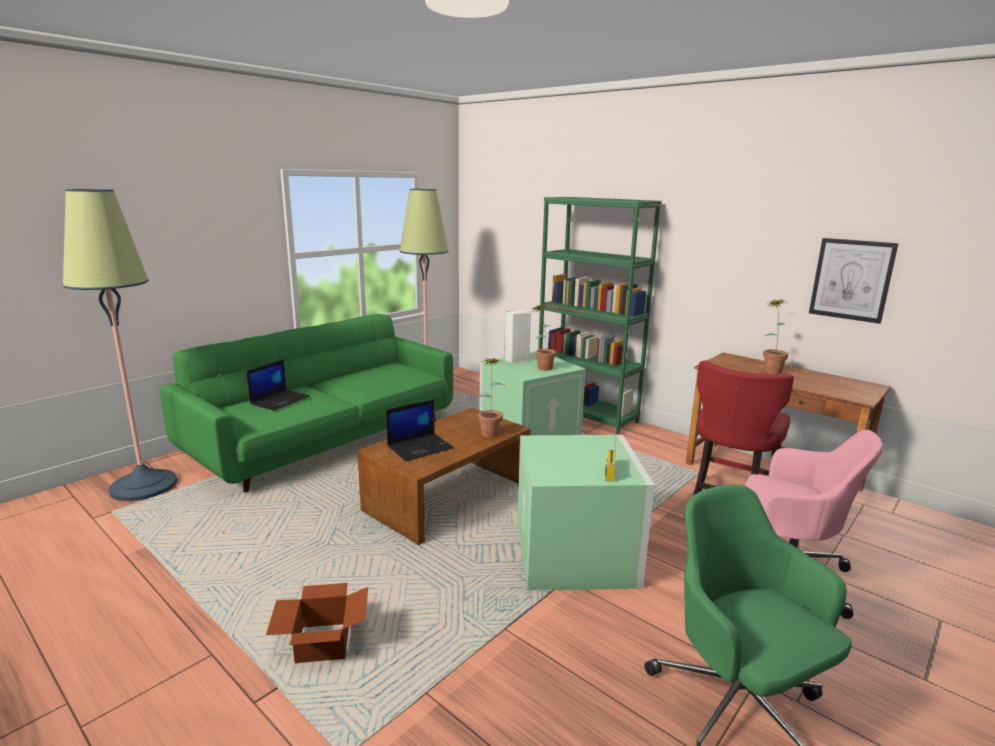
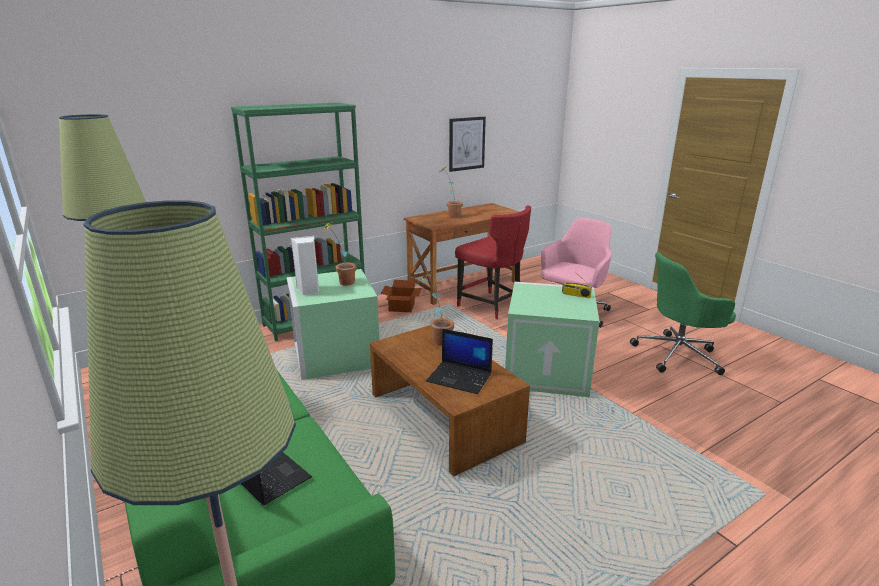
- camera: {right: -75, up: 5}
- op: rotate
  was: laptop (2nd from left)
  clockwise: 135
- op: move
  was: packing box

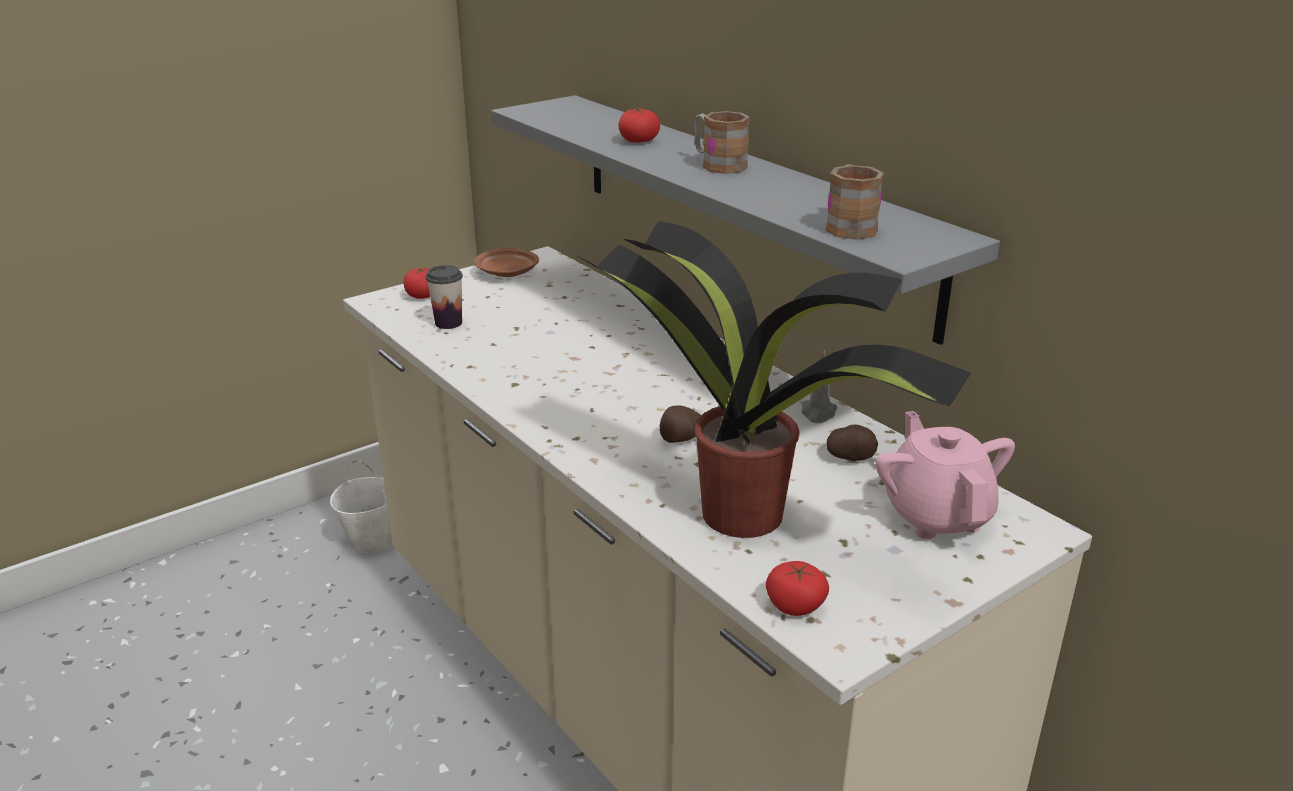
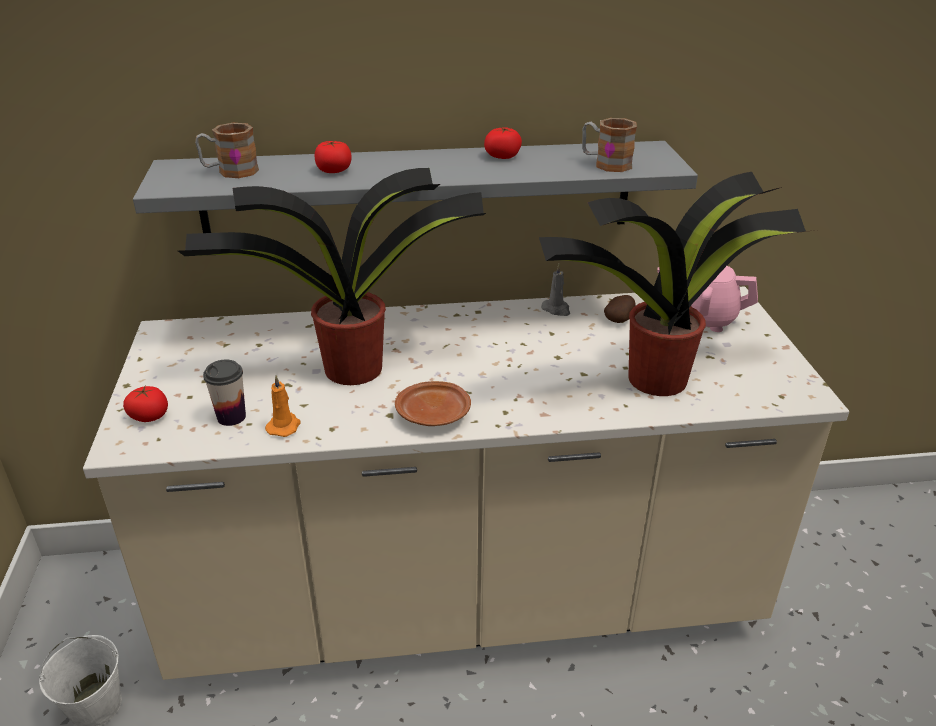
- camera: {right: -60, up: 5}
- op: move
  was: tea mug (1st from left)
- op: move
  was: brownish flat dish
- op: delete
  was: potato (1st from left)
- op: move
  was: tomato (3rd from left)
- op: insert
  now: houseplant (1st from left)
- op: insert
  now: orangey candle

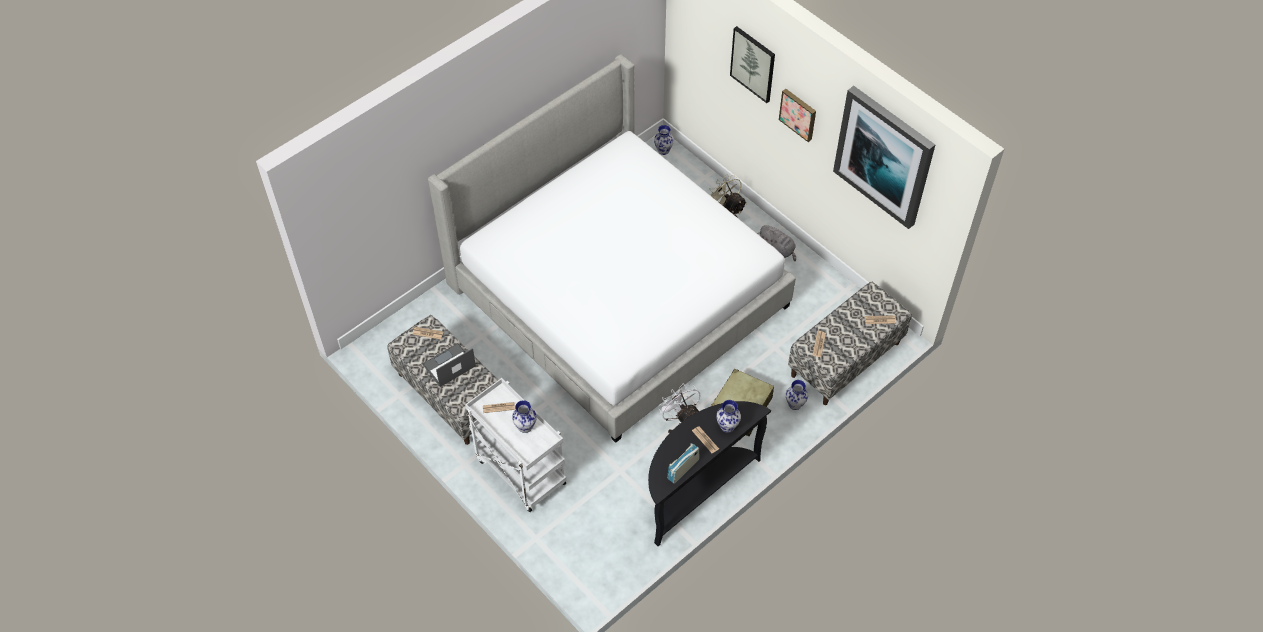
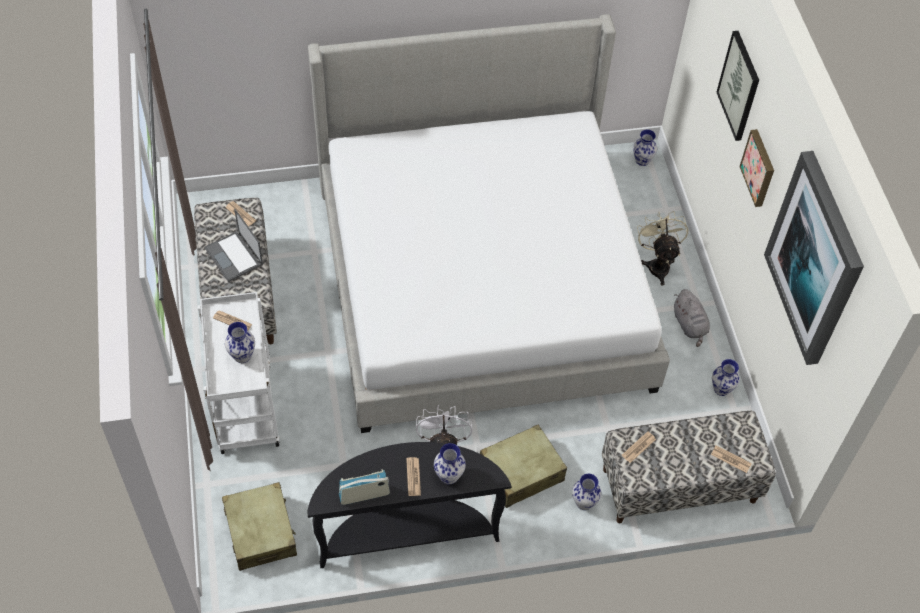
- camera: {right: 30, up: 0}
- op: rotate
  was: laptop
  clockwise: -120
- op: insert
  now: decorative vase (5th from left)
- op: insert
  now: beige-coloured travel case (1st from left)

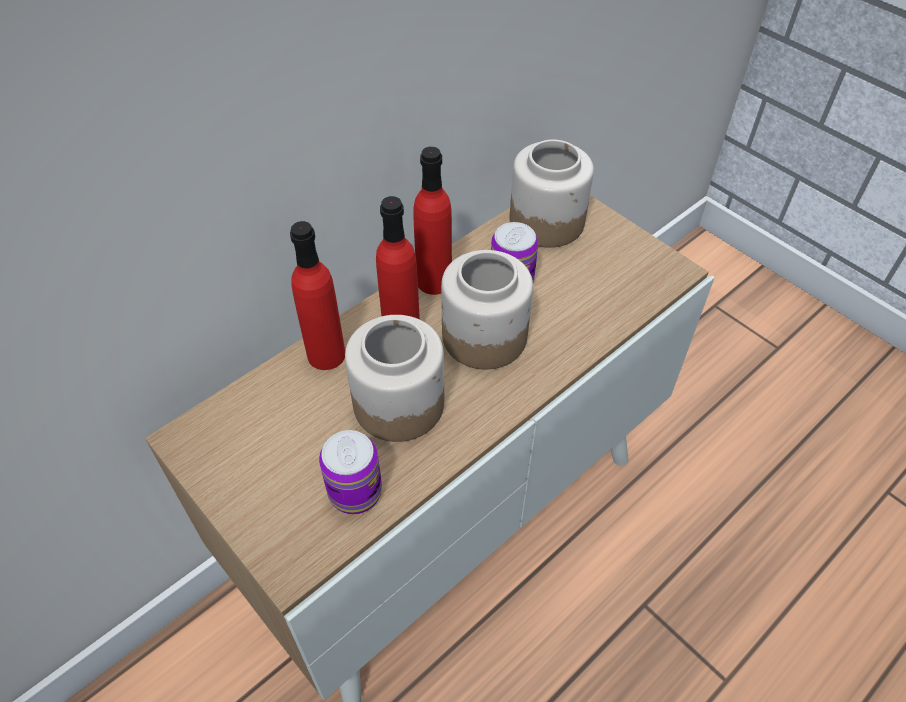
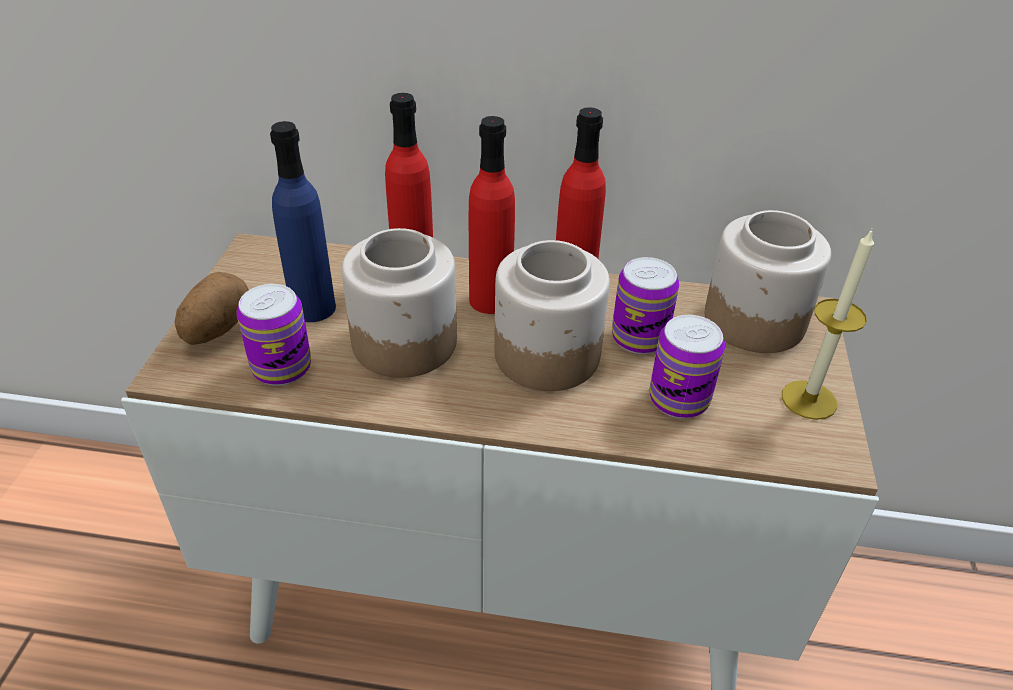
- camera: {right: 50, up: -10}
- op: insert
  now: bluish bottle
- op: insert
  now: candle
- op: insert
  now: potato
- op: insert
  now: metal can (3rd from left)

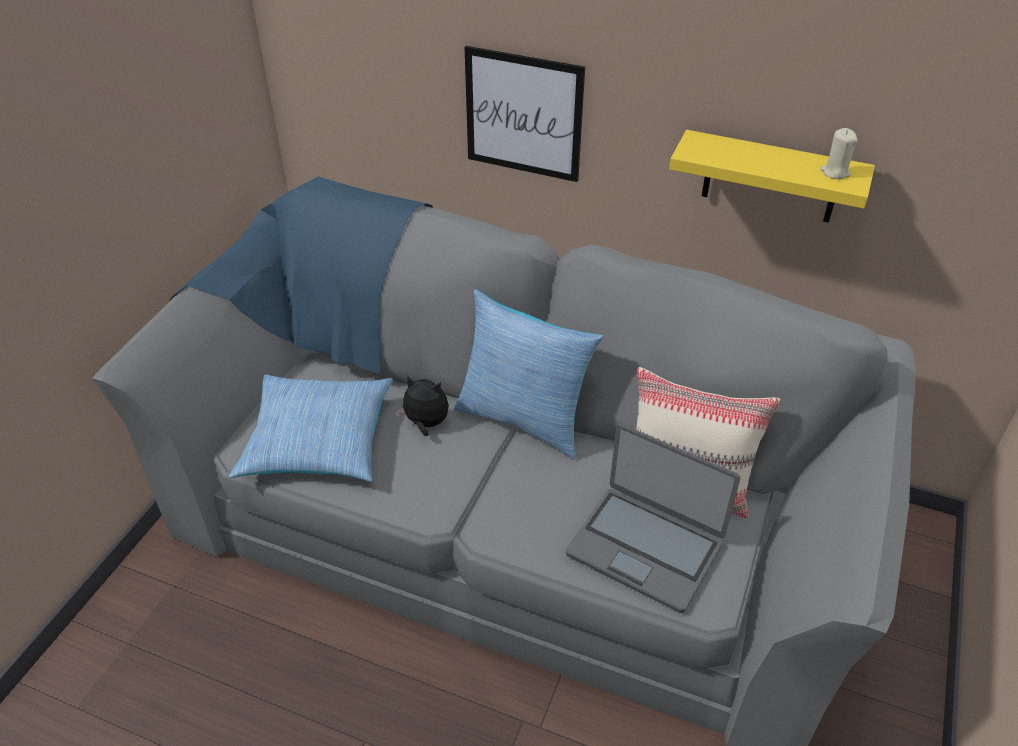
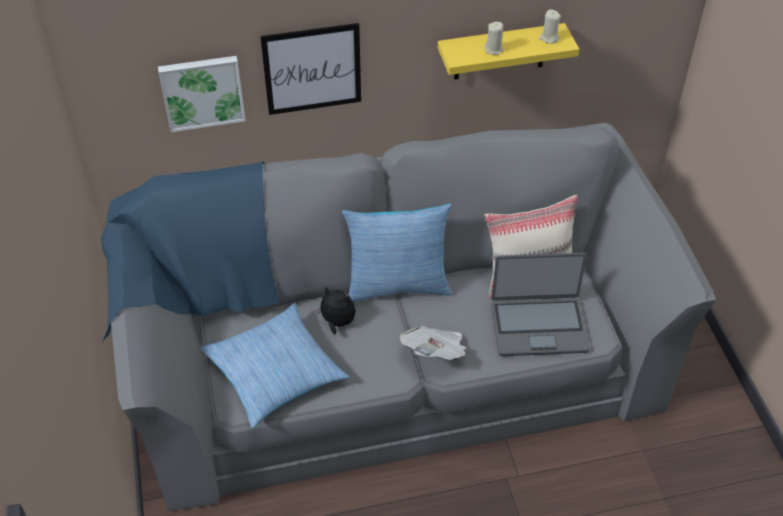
- camera: {right: -35, up: 5}
- op: rotate
  was: soft toy
  clockwise: 45
- op: insert
  now: beige-coloured candle (1st from left)
- op: insert
  now: wall picture (1st from left)
- op: insert
  now: daily paper

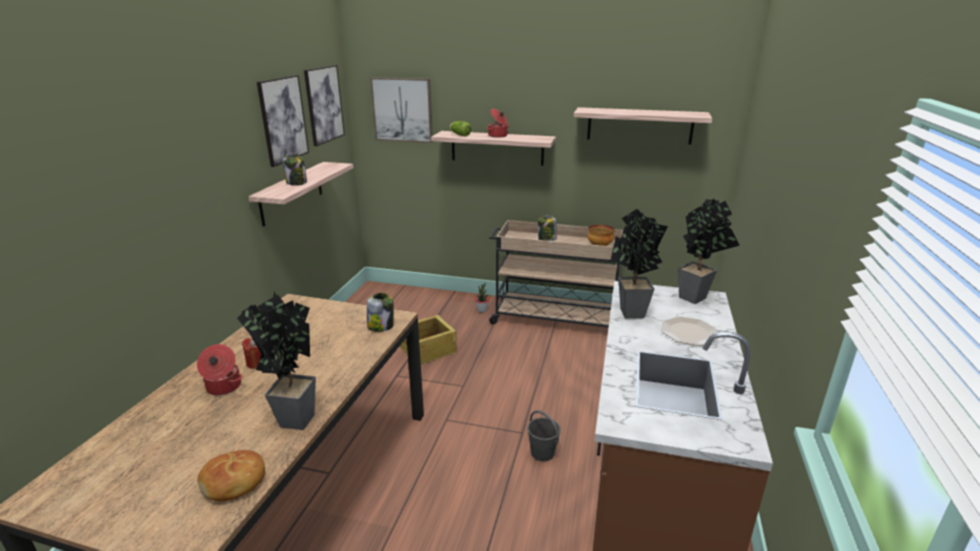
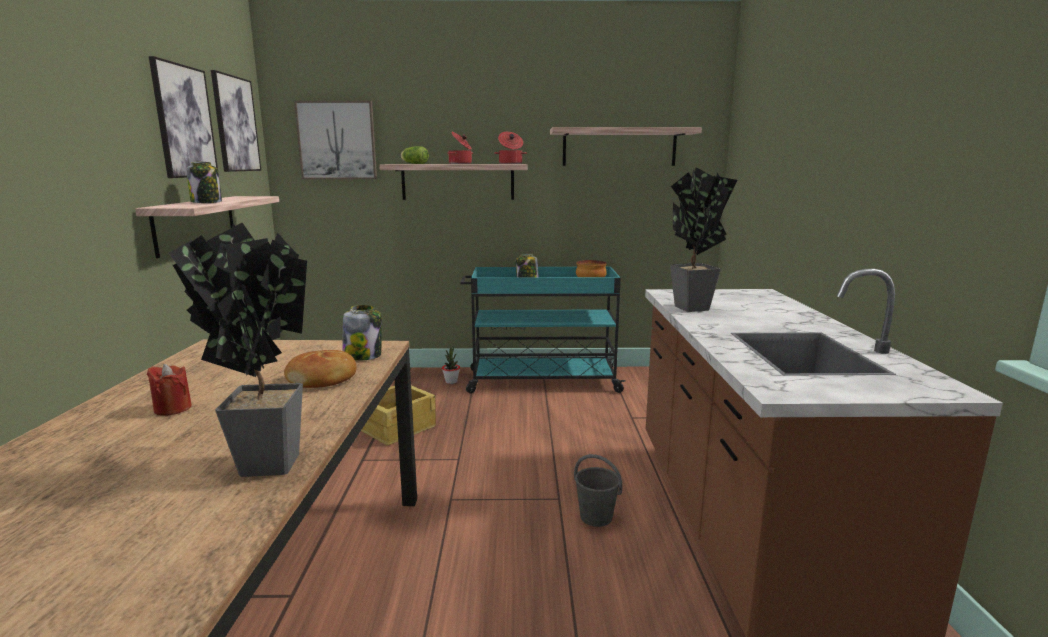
- camera: {right: -15, up: -10}
- op: delete
  was: houseplant (4th from left)
- op: recolor
  was: beige-coloured wheeled cart
  now: turquoise-coloured wheeled cart
- op: delete
  was: flat dish
- op: move
  was: cooking pot (1st from left in the first image)
  now: cooking pot (2nd from left)
- op: move
  was: bread

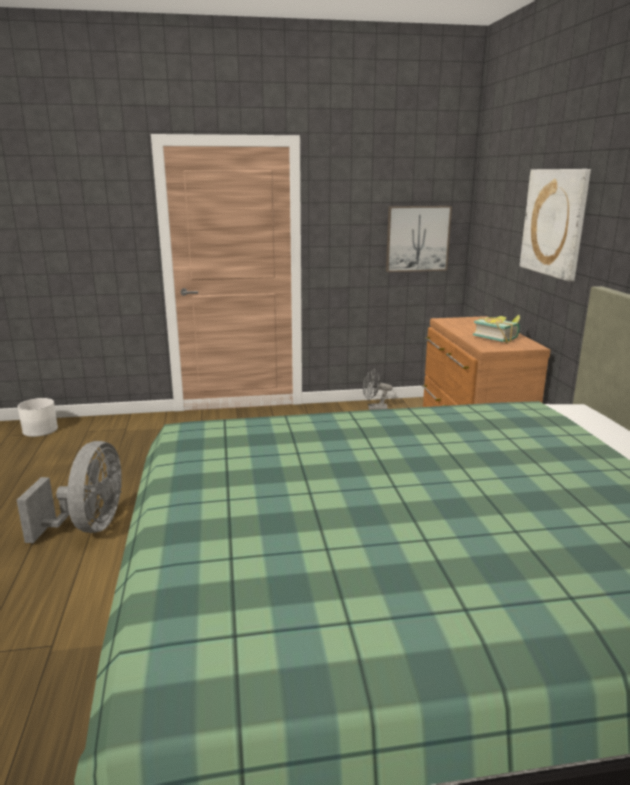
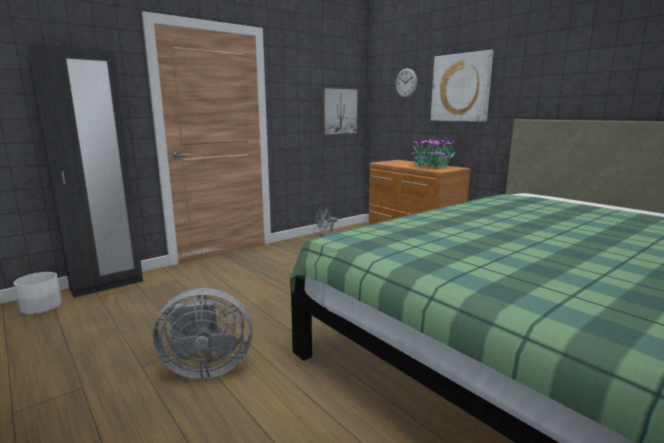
- camera: {right: -30, up: -5}
- op: replace
  was: volume
  now: houseplant
- op: rotate
  was: gray cooling fan (1st from left)
  clockwise: 105
- op: insert
  now: black-coloured armoire
- op: insert
  now: clock on the wall

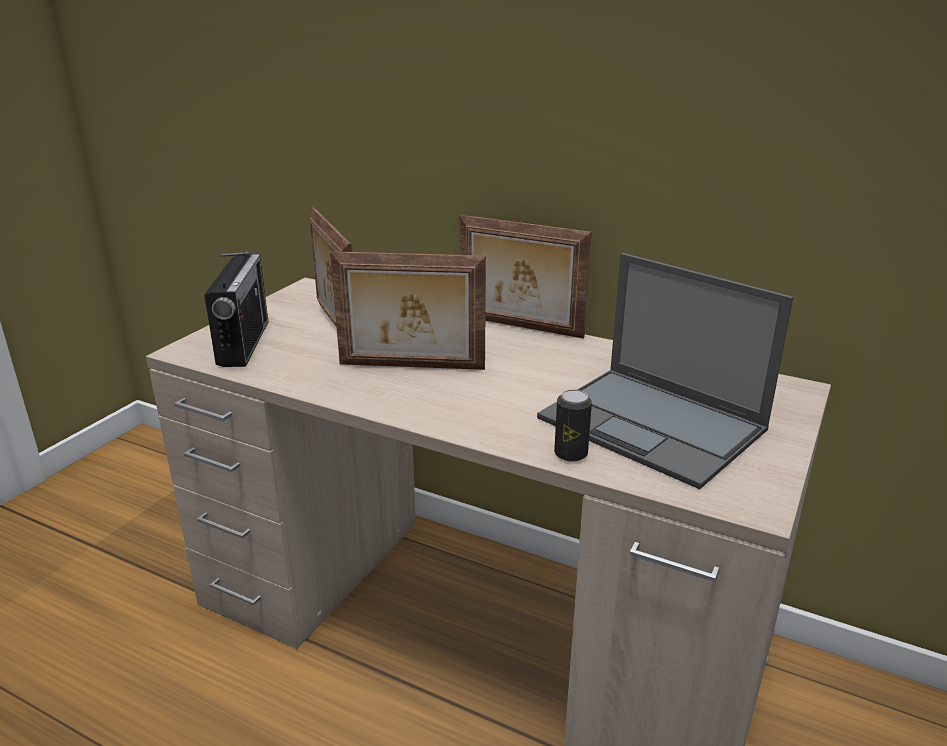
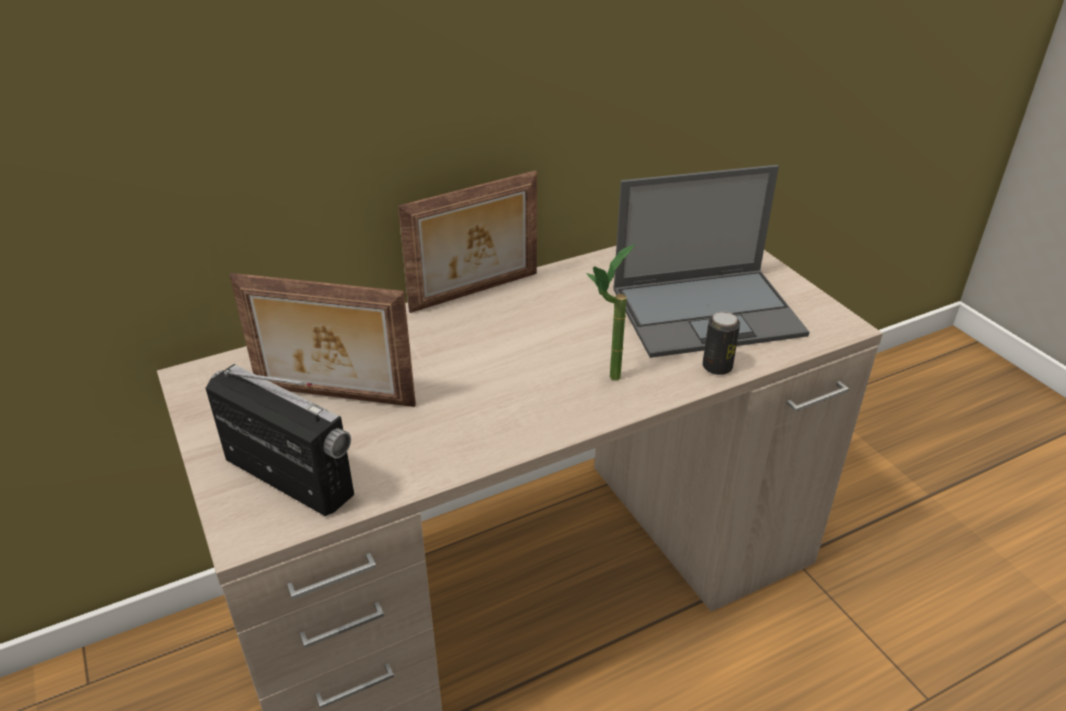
- camera: {right: -55, up: 10}
- op: delete
  was: picture frame (2nd from left)
- op: insert
  now: houseplant

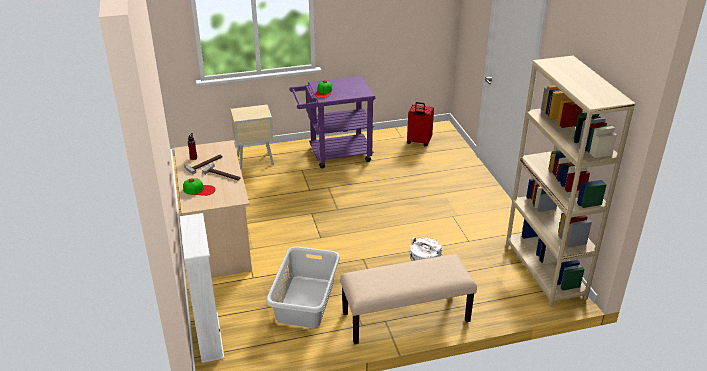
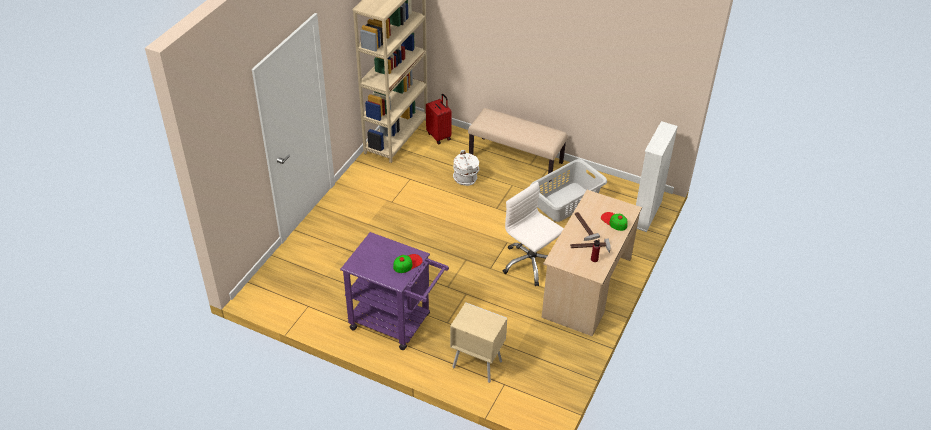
- camera: {right: -140, up: 10}
- op: move
  was: red travel case
- op: insert
  now: white desk chair

